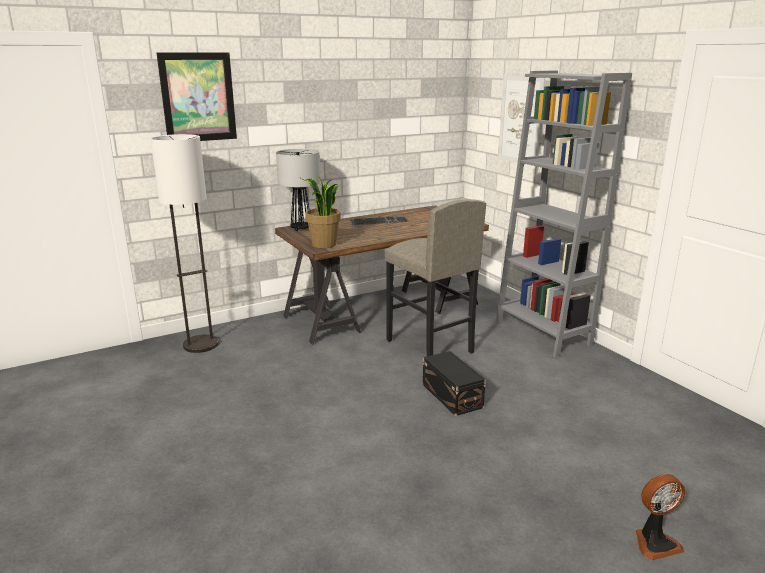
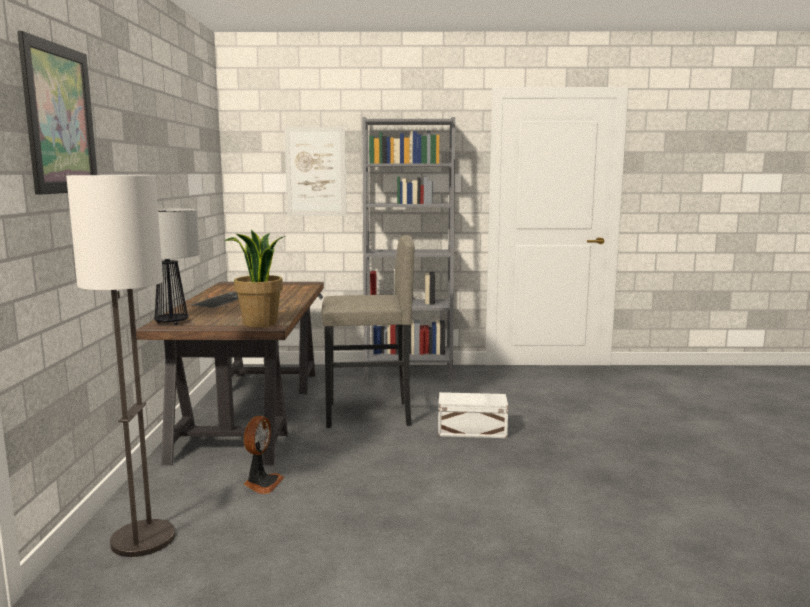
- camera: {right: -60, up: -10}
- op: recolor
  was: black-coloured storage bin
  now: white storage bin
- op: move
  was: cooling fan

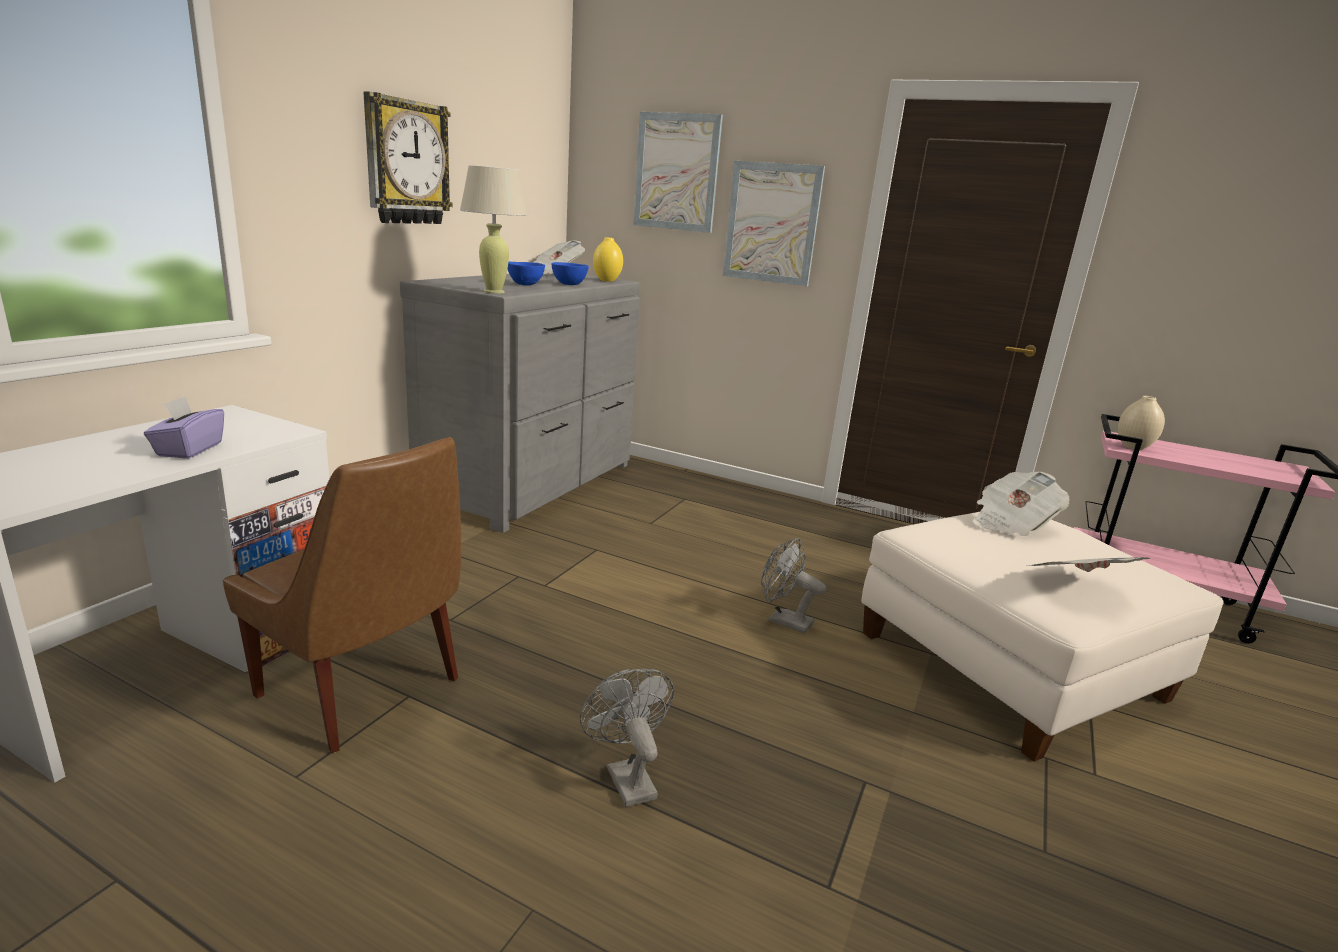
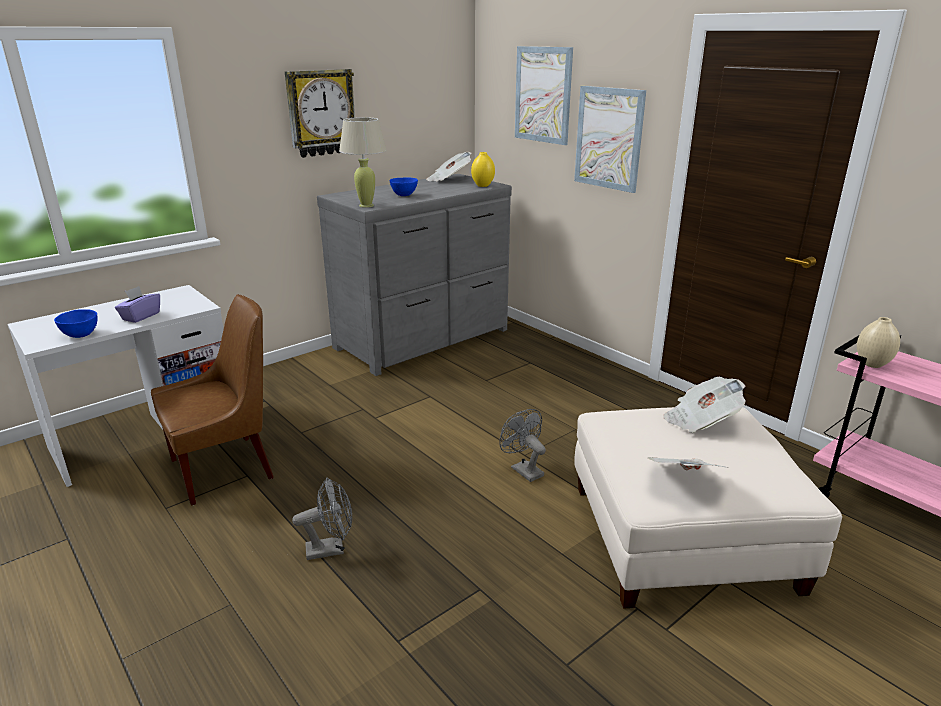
- camera: {right: 25, up: 5}
- op: move
  was: bluish serving bowl (2nd from left in the first image)
  now: bluish serving bowl (1st from left)
- op: rotate
  was: brownish upright chair
  clockwise: -90
- op: rotate
  was: gray cooling fan (1st from left)
  clockwise: 75

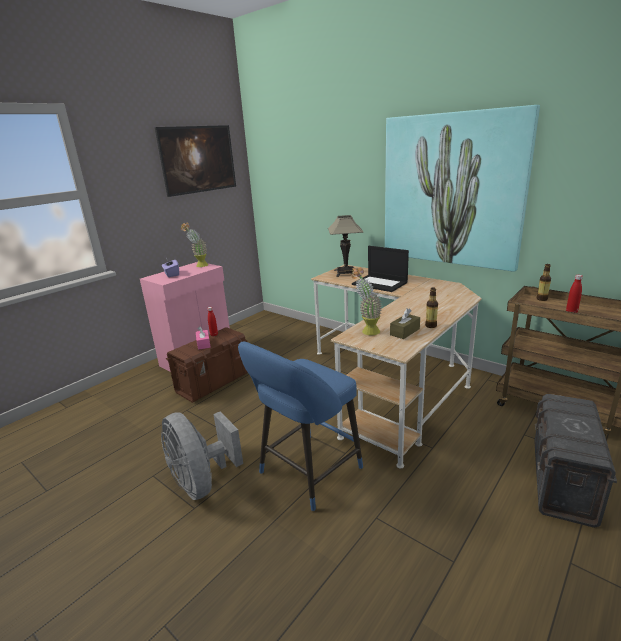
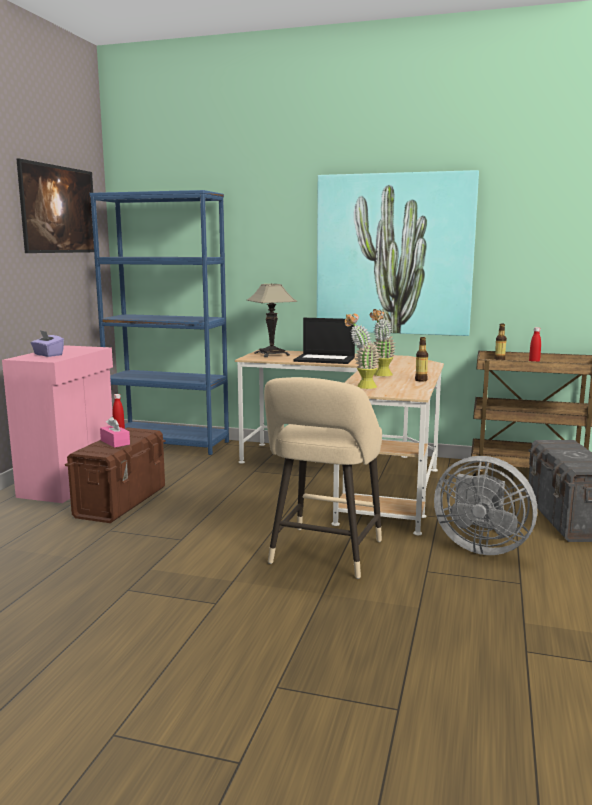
- camera: {right: -25, up: -10}
- op: move
  was: houseplant (1st from left in the first image)
  now: houseplant (2nd from left)
- op: delete
  was: brownish tissue holder
- op: recolor
  was: bluish stool
  now: beige-coloured stool
- op: move
  was: gray cooling fan
- op: insert
  now: bluish shelving unit

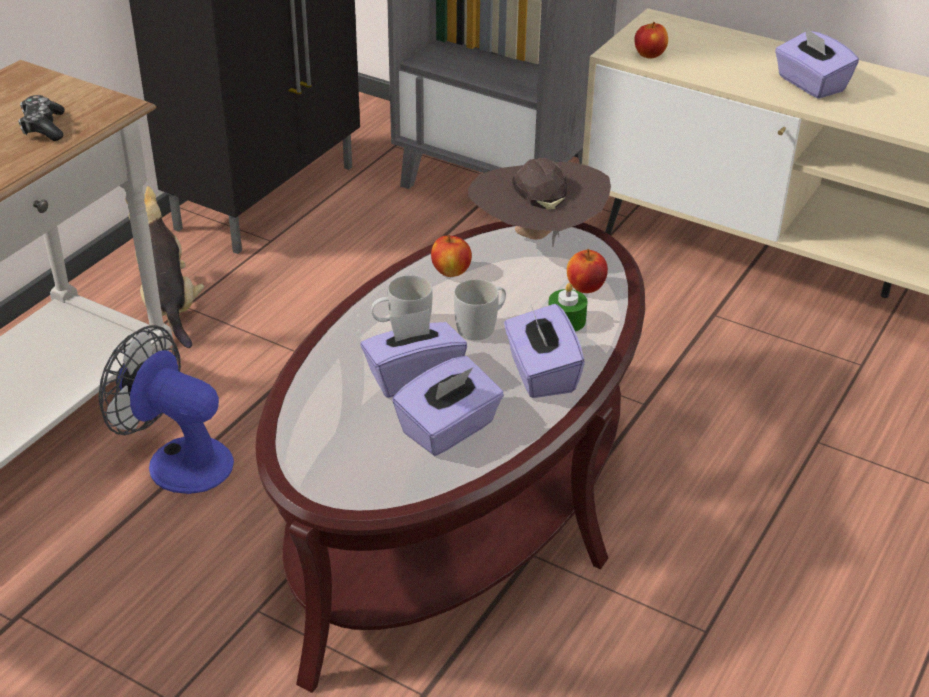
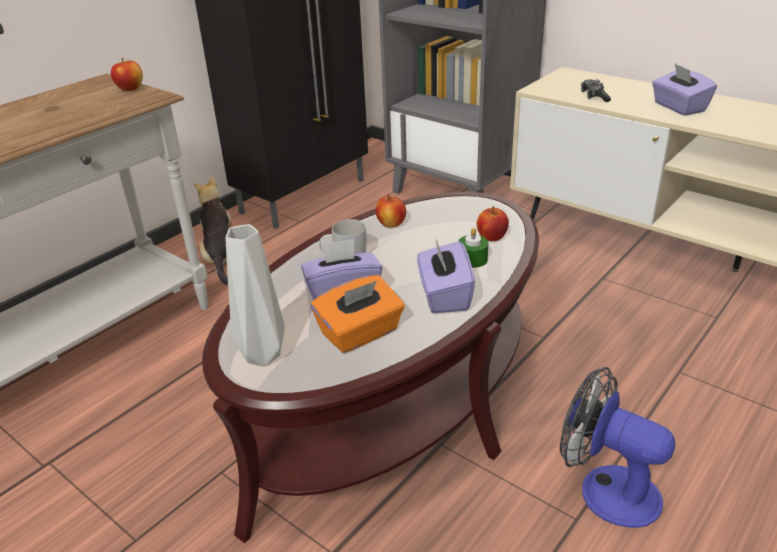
- camera: {right: 10, up: -5}
- op: move
  was: whole apple (3rd from left in the first image)
  now: whole apple (1st from left)
- op: move
  was: game controller
- op: delete
  was: brownish hat
- op: delete
  was: white tea mug (2nd from left)
- op: move
  was: cooling fan
- op: recolor
  was: purplish tissue holder (2nd from left)
  now: orangey tissue holder
- op: insert
  now: gray decorative vase

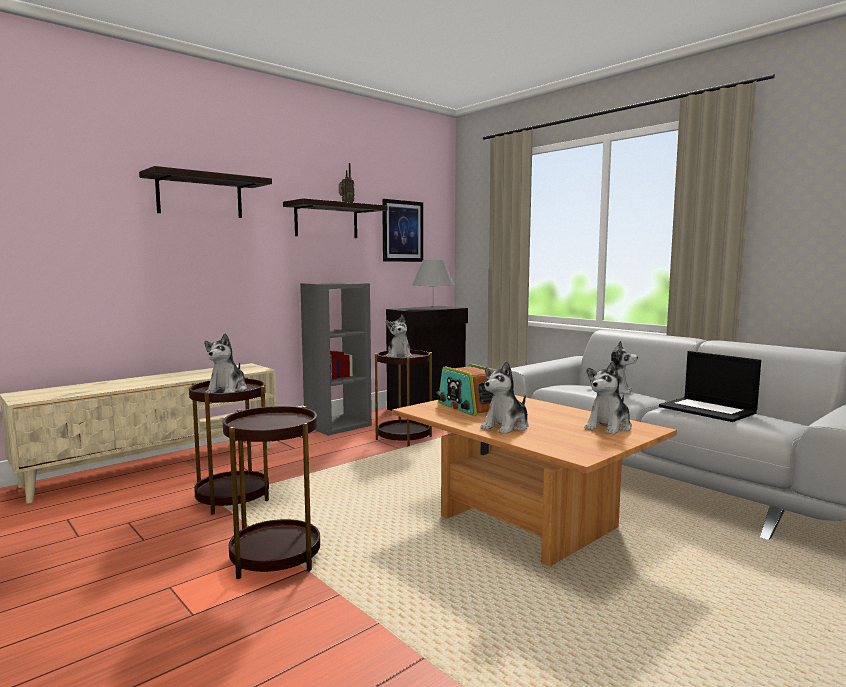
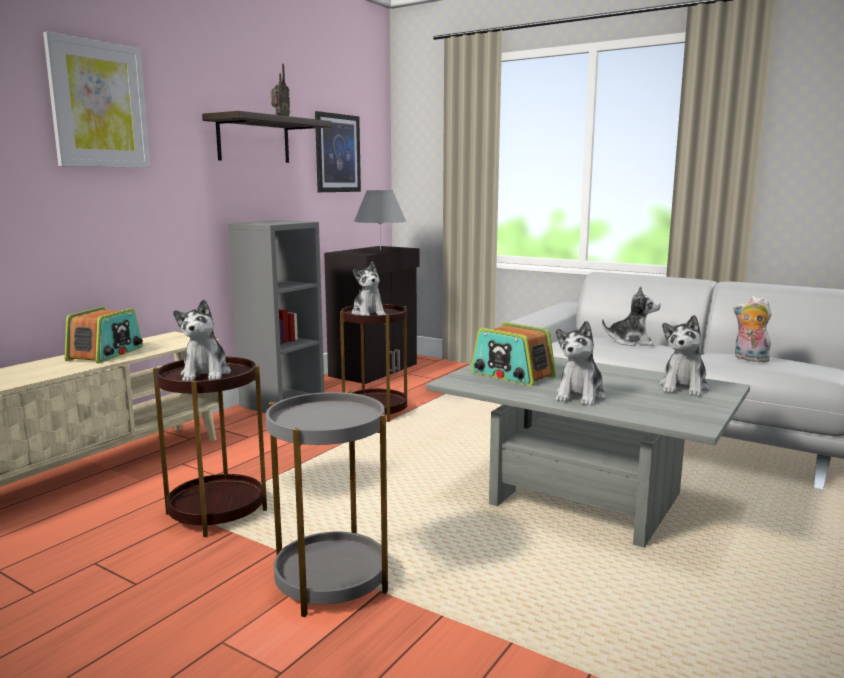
- camera: {right: -15, up: 5}
- op: replace
  was: bracket shelf (1st from left)
  now: wall picture (1st from left)
- op: replace
  was: laptop
  now: soft toy (6th from left)
- op: recolor
  was: brownish coffee table
  now: gray coffee table
- op: recolor
  was: brownish accent table (2nd from left)
  now: gray accent table
- op: insert
  now: radio set (1st from left)

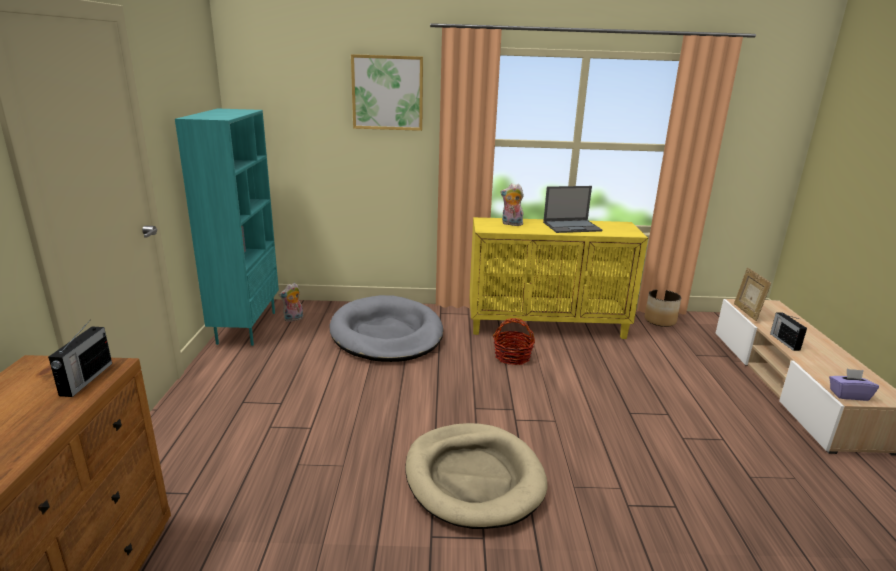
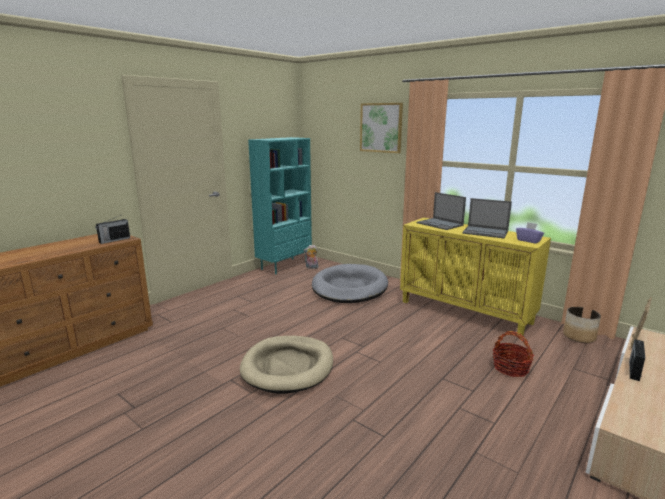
- camera: {right: 40, up: -5}
- op: replace
  was: soft toy (2nd from left)
  now: laptop (1st from left)
- op: move
  was: household basket
- op: move
  was: purplish tissue holder

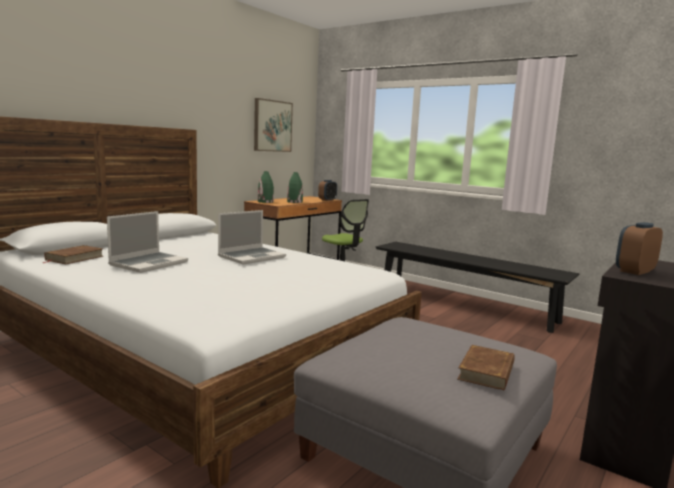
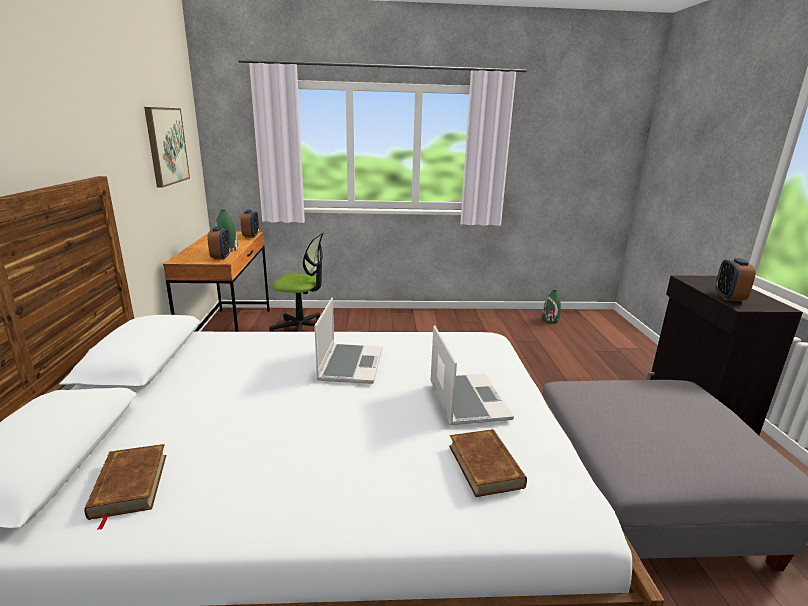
- camera: {right: -40, up: 10}
- op: move
  was: greenish decorative vase (1st from left in the first image)
  now: greenish decorative vase (2nd from left)
- op: move
  was: laptop (1st from left in the first image)
  now: laptop (2nd from left)
- op: delete
  was: black-coloured bench
- op: move
  was: brownish volume (2nd from left)
- op: insert
  now: bedside clock (1st from left)

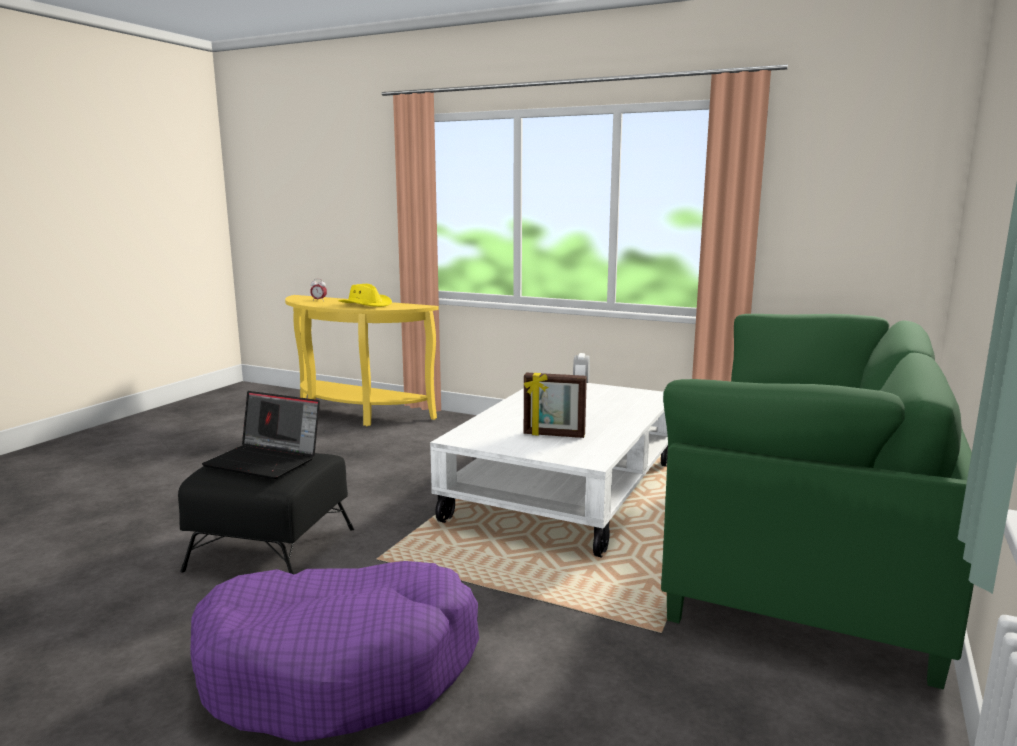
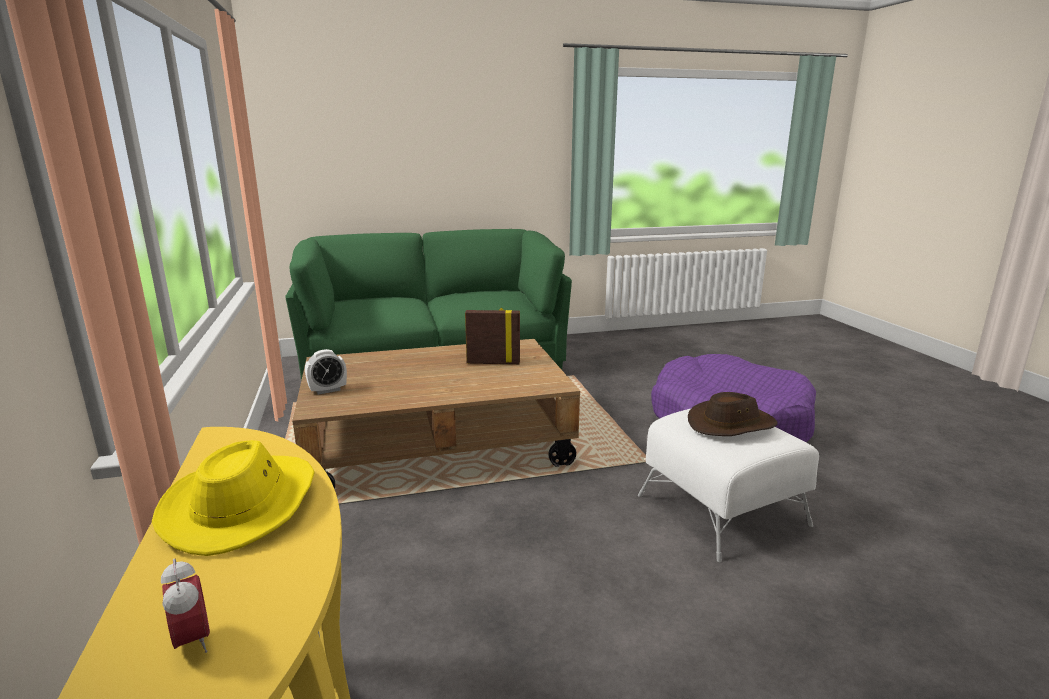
- camera: {right: -130, up: 5}
- op: rotate
  was: picture frame
  clockwise: -60
- op: recolor
  was: white coffee table
  now: brownish coffee table
- op: replace
  was: laptop
  now: brownish hat
- op: recolor
  was: black-coloured footrest
  now: white footrest

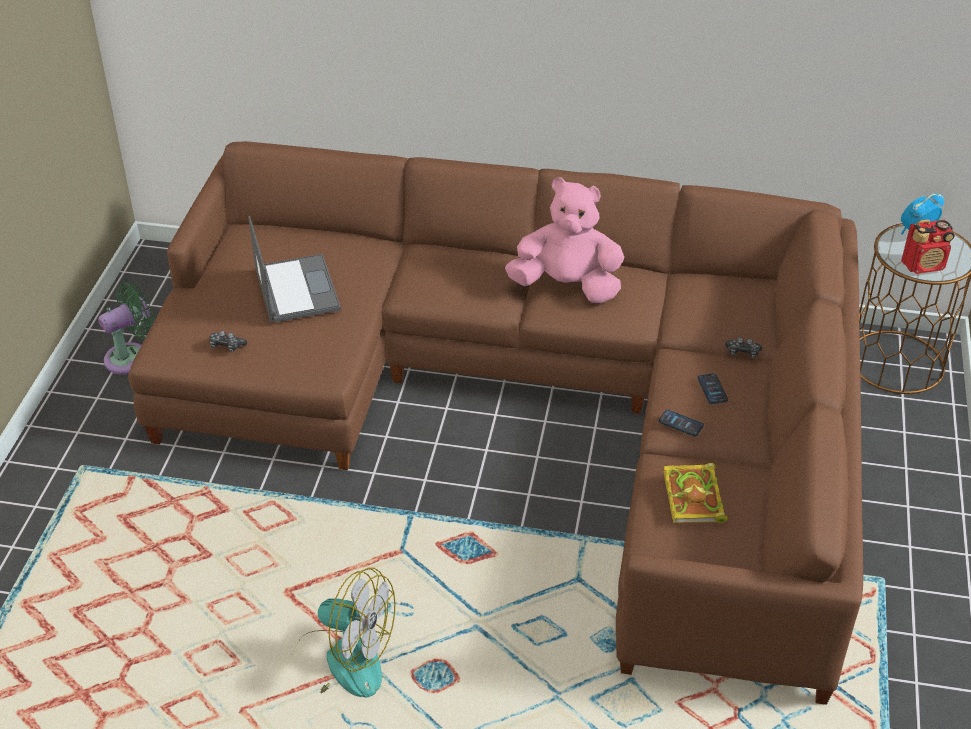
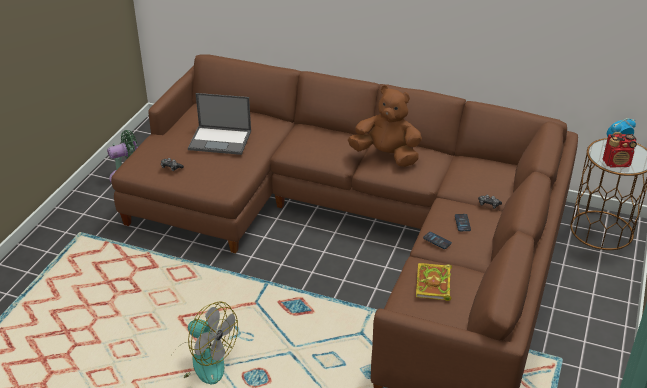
- camera: {right: 10, up: -5}
- op: recolor
  was: pinkish soft toy
  now: brownish soft toy
- op: rotate
  was: laptop
  clockwise: 105

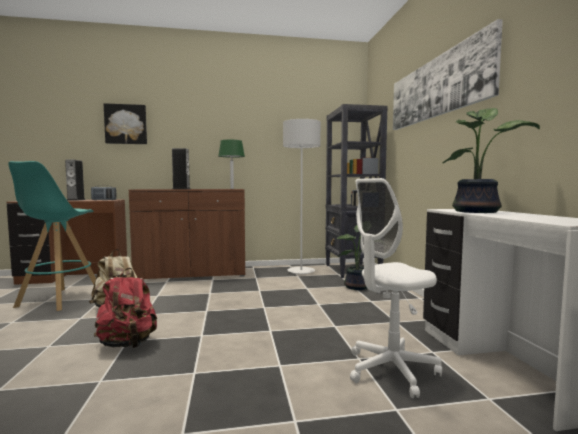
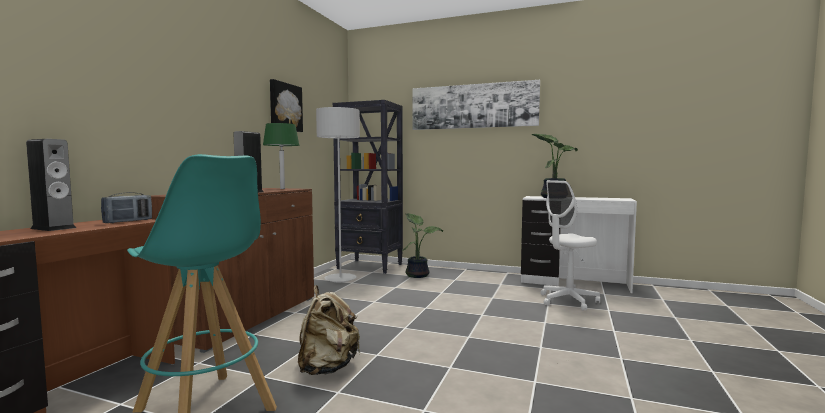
- camera: {right: -60, up: 0}
- op: move
  was: wall picture (1st from left)
- op: rotate
  was: white desk chair
  clockwise: 60
- op: delete
  was: red rucksack

